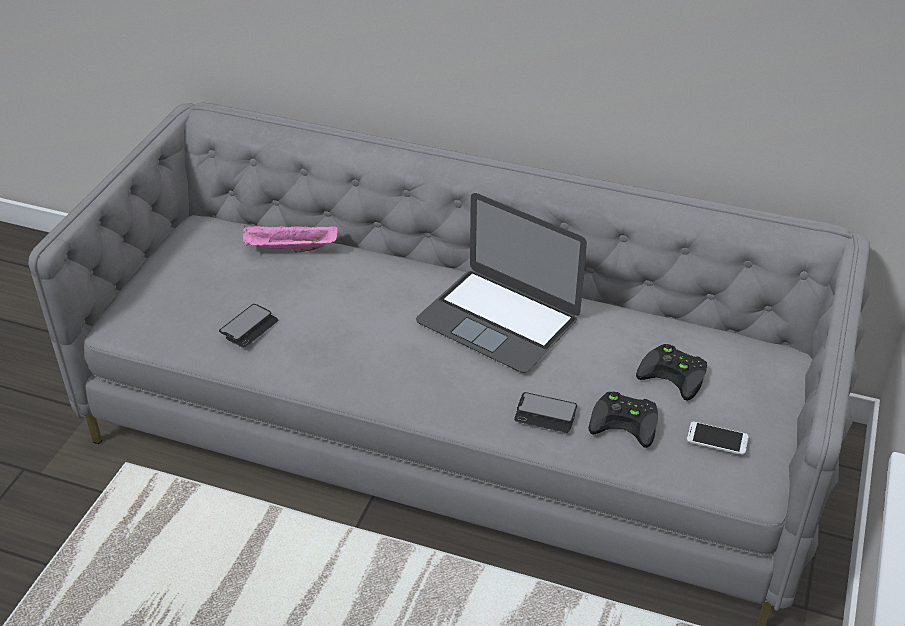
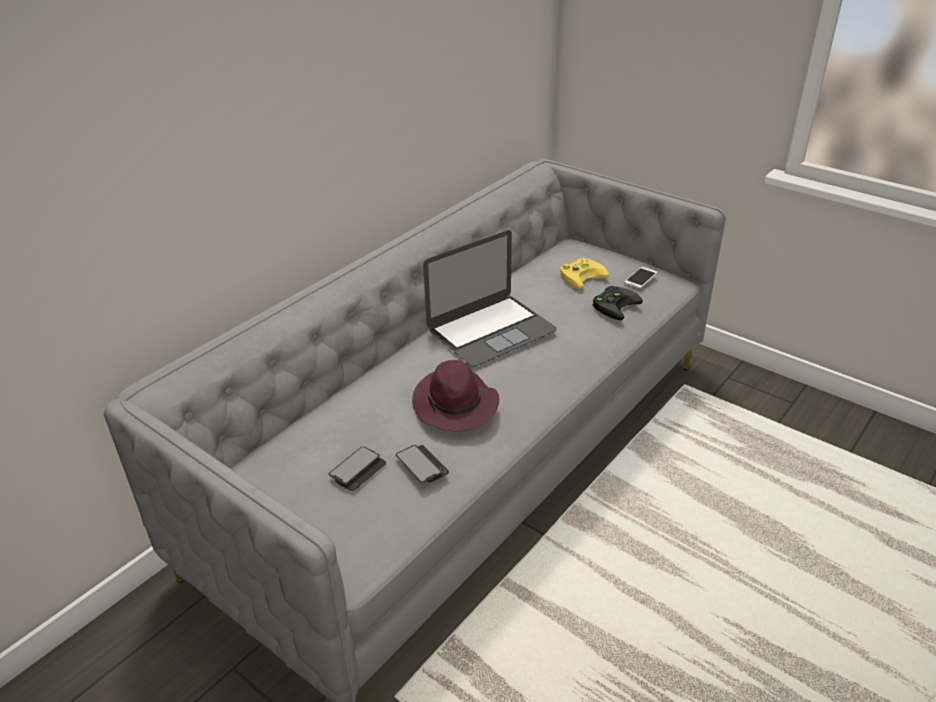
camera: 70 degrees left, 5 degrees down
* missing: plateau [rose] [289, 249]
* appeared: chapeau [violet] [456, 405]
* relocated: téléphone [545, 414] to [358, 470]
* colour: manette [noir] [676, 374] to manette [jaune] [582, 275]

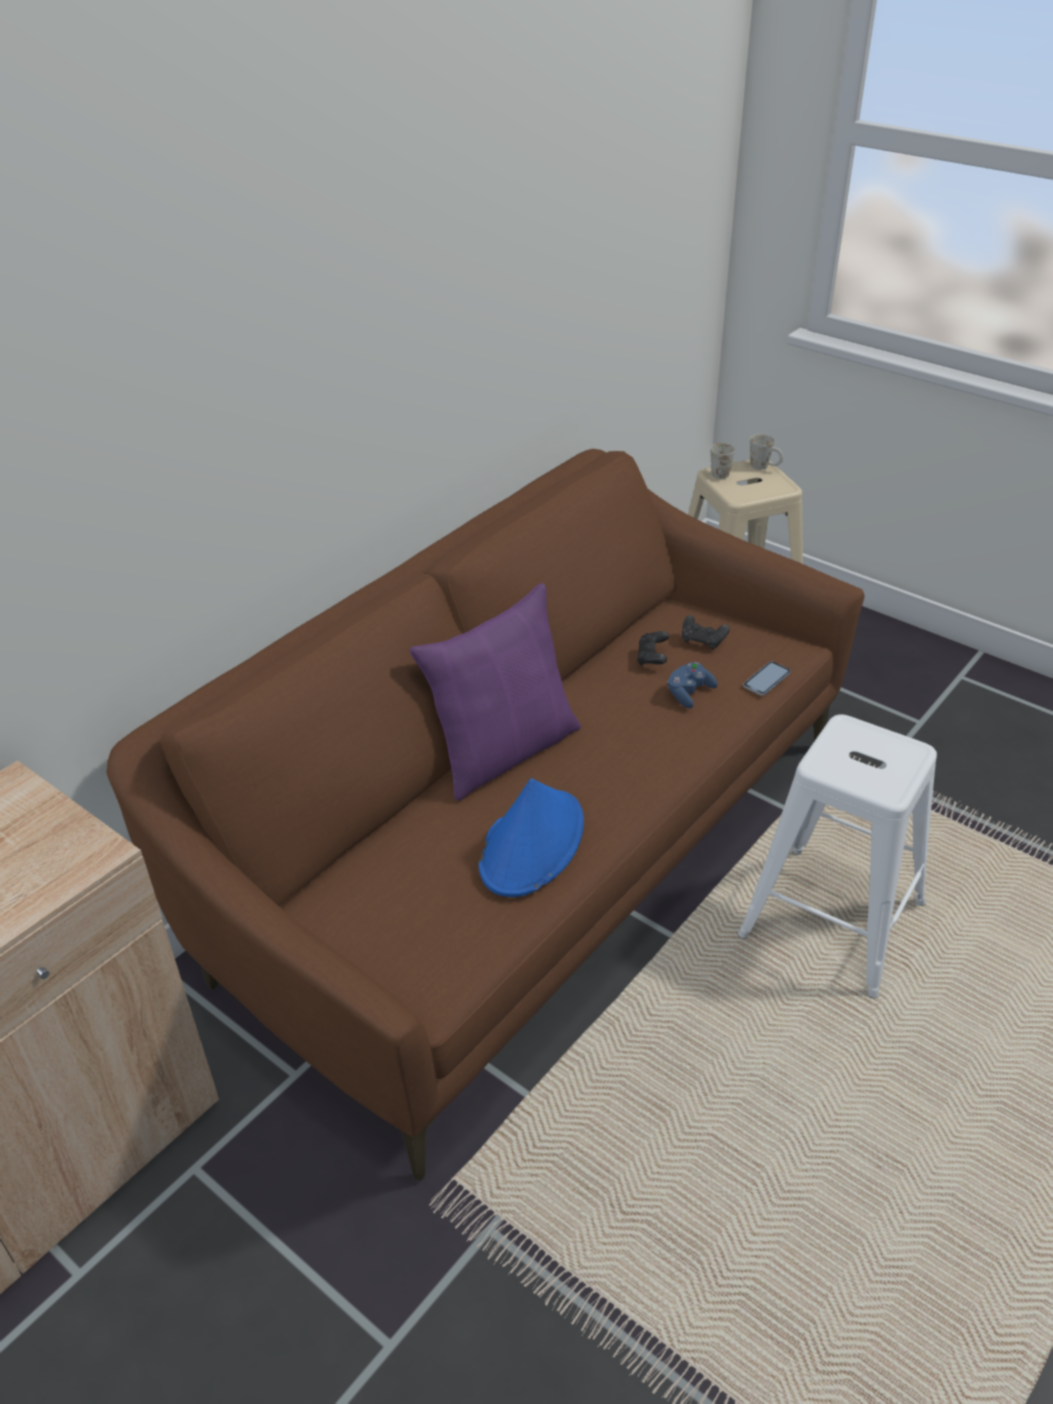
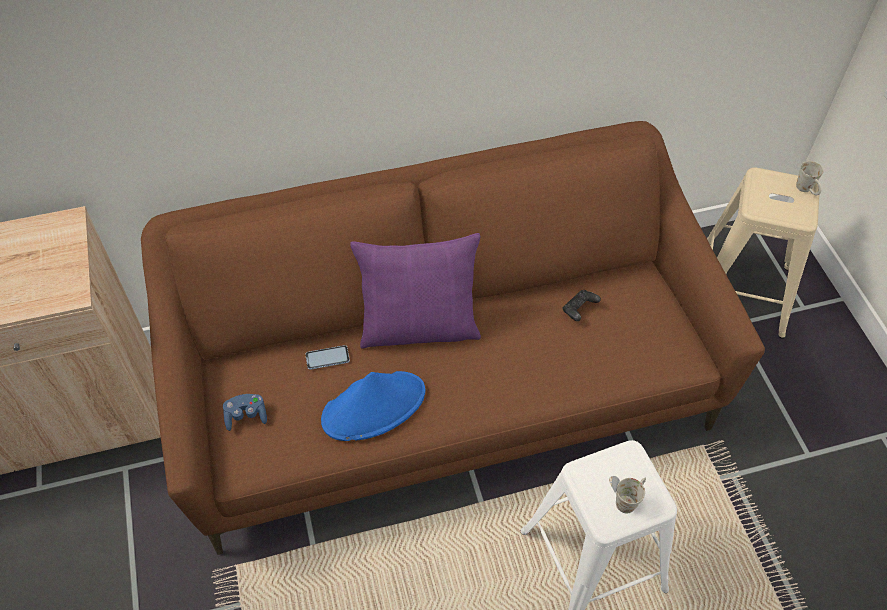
camera: 35 degrees right, 15 degrees up
* missing: manette [noir] [703, 640]
* relocated: manette [bleu] [689, 693] to [246, 416]
* relocated: mug [blanc] [720, 471] to [629, 499]
* relocated: téléphone [766, 679] to [327, 358]

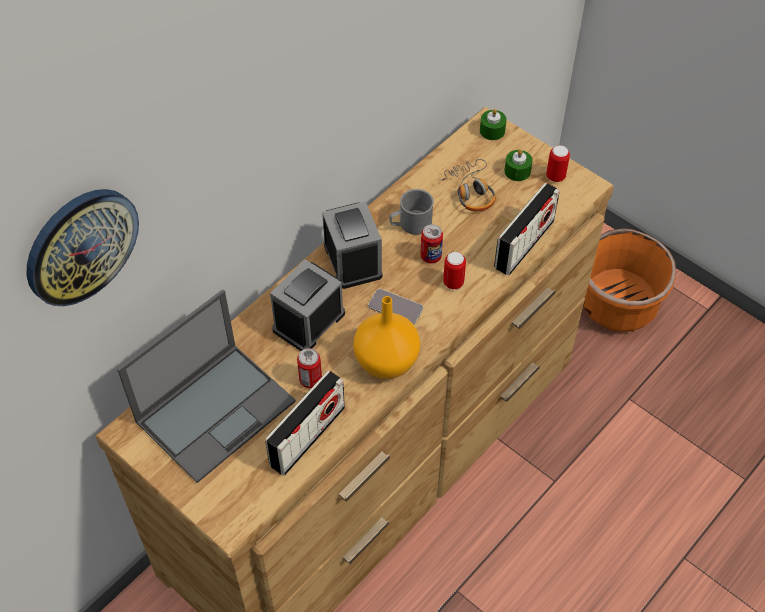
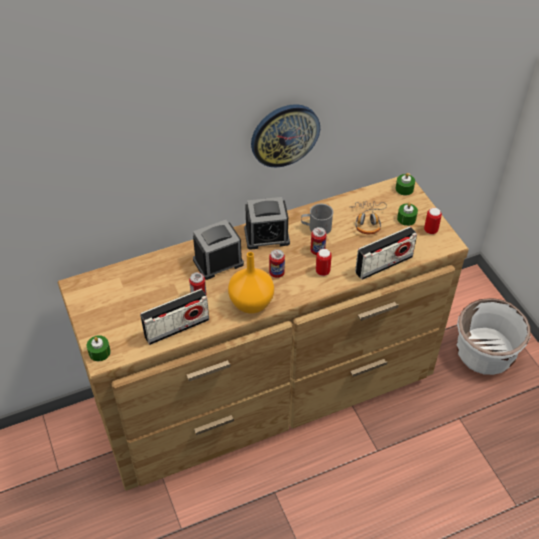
camera: 25 degrees right, 5 degrees down
* missing: ordinateur portable [216, 410]
* appeared: bougie [vert] [99, 352]
* relocated: horloge murale [81, 246] to [284, 135]
* exchanged: téléphone [395, 307] to boîte métallique [276, 273]
* colour: cache-pot [orange] [618, 304] to cache-pot [blanc] [485, 353]
* spun: réveil [352, 260] = [266, 236] 75 degrees clockwise

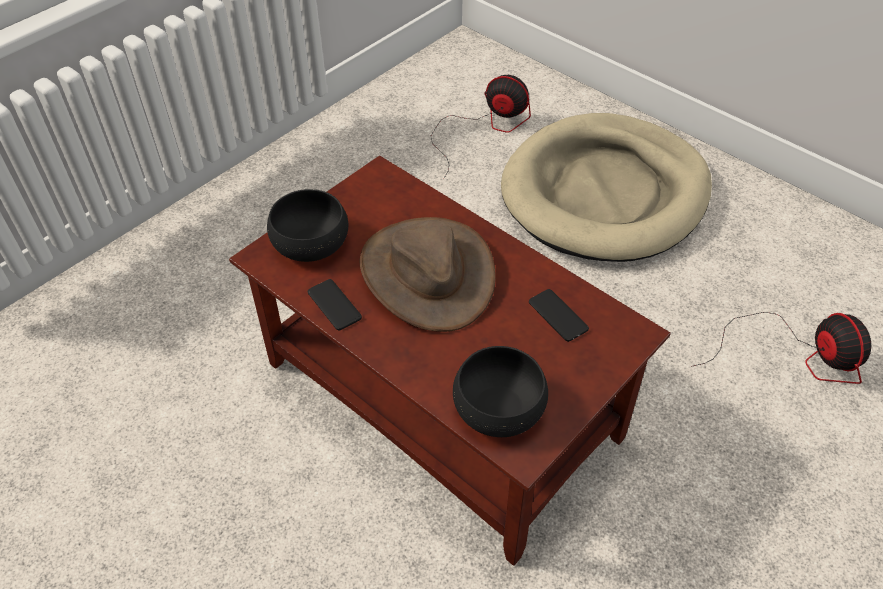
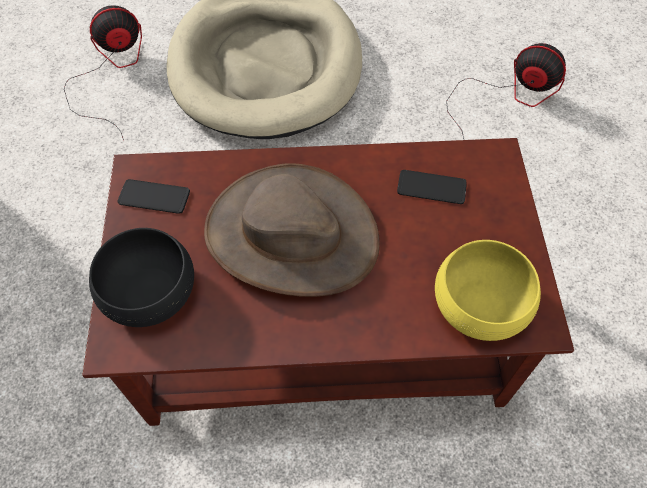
camera: 45 degrees left, 10 degrees up
* relocated: téléphone [334, 305] to [154, 197]
* colour: bol [noir] [498, 407] to bol [jaune] [479, 303]

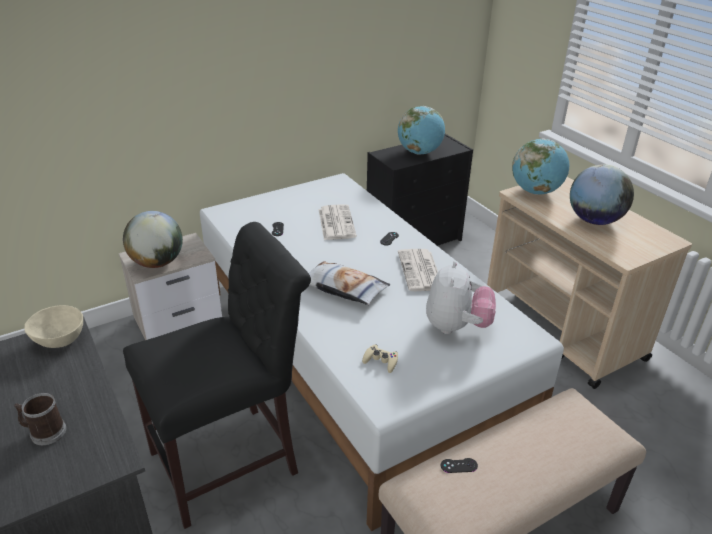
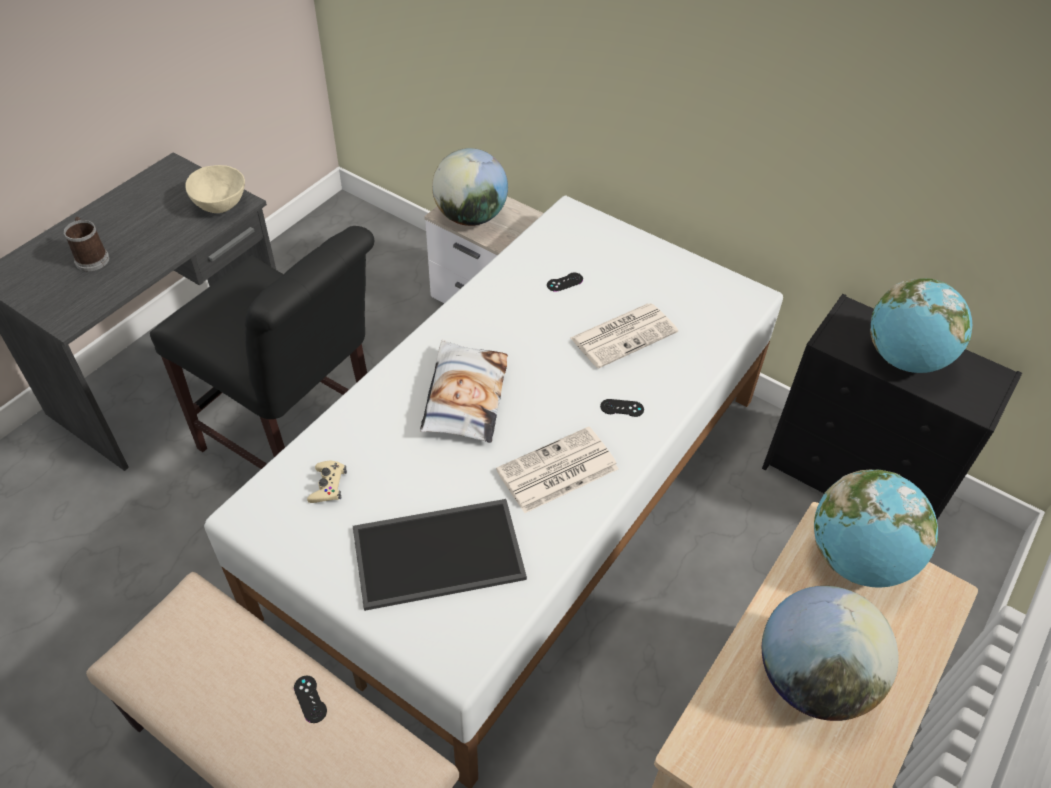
camera: 65 degrees right, 15 degrees up
* relocated: manette [noir] [459, 465] to [310, 699]
* exchanged: peluche [456, 327] to plateau [439, 551]

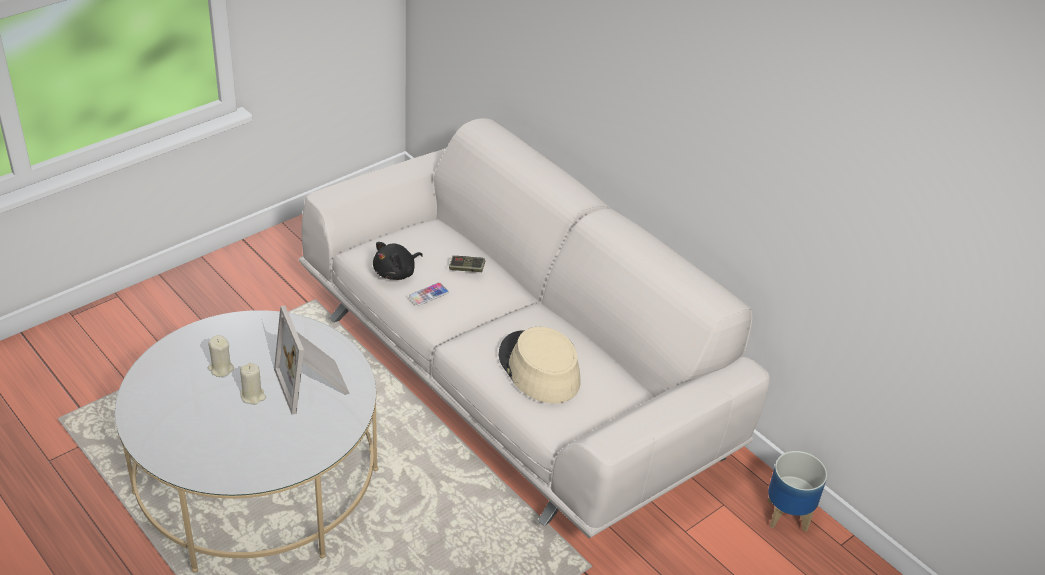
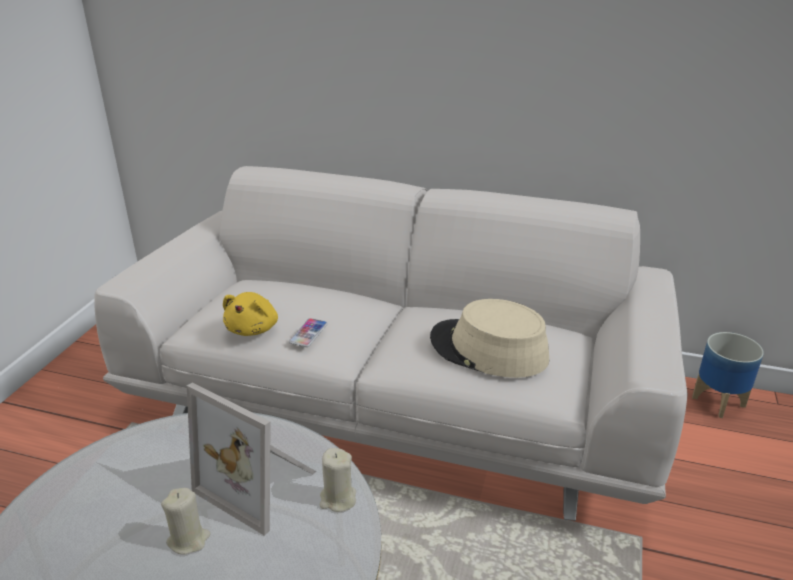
camera: 30 degrees left, 10 degrees down
* missing: manette [467, 269]
* relocated: bougie [beige] [221, 368] to [338, 499]
* colour: peluche [noir] [396, 272] to peluche [jaune] [253, 328]

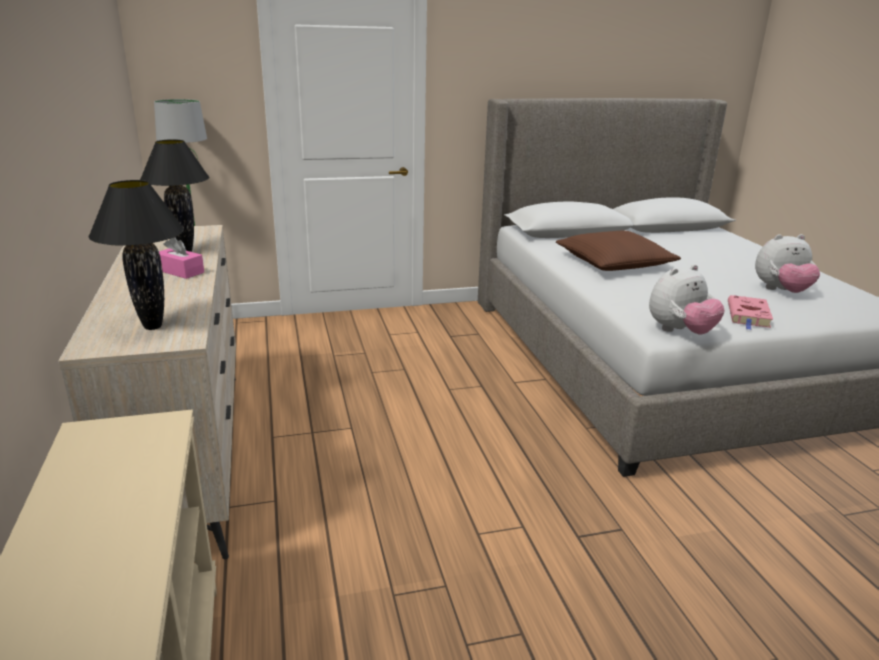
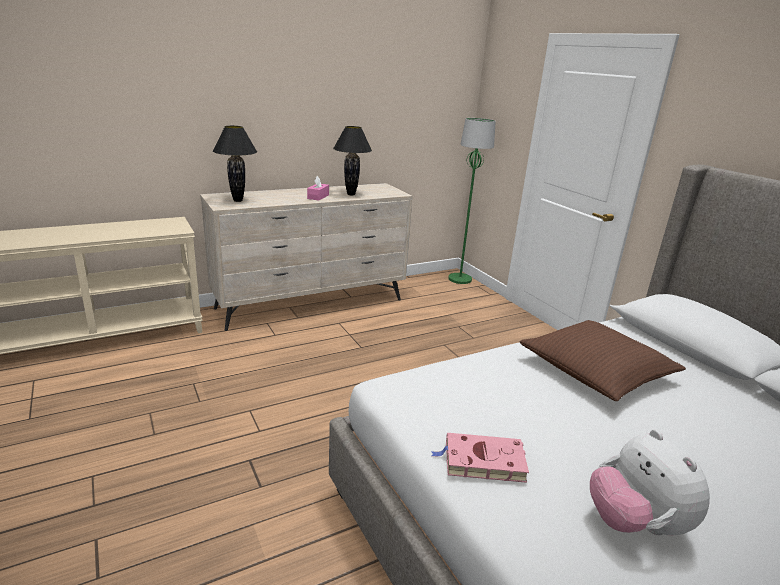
camera: 75 degrees right, 0 degrees up
* missing: peluche [680, 332]

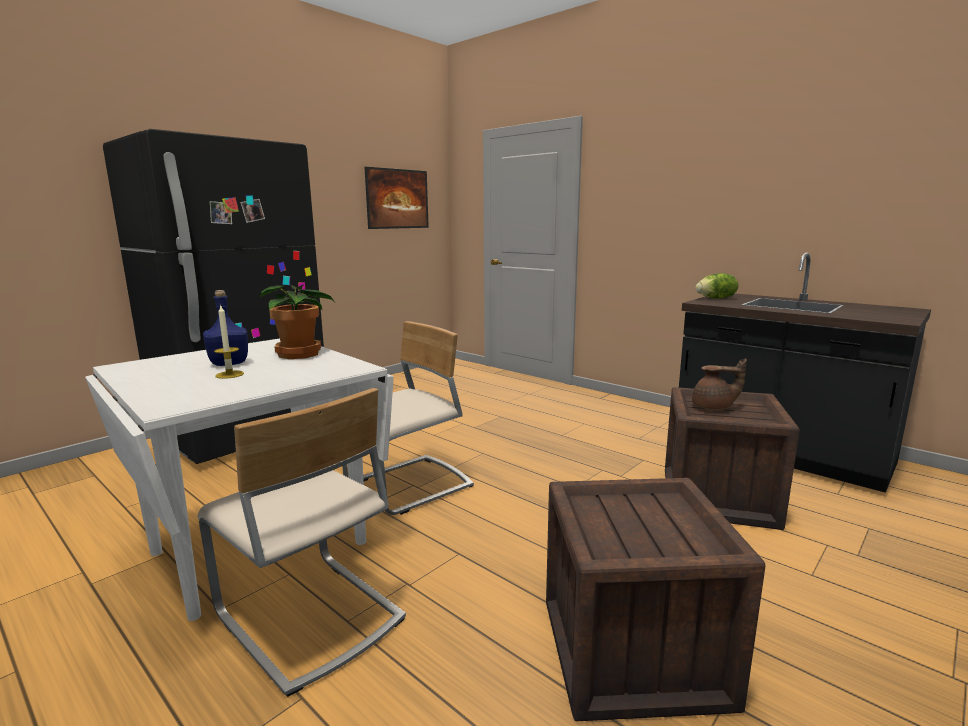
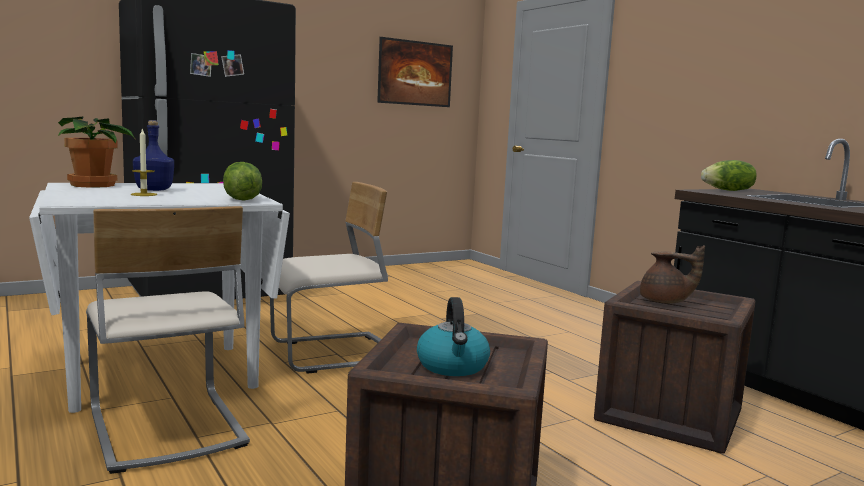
camera: 15 degrees right, 5 degrees down
* appeared: laitue [241, 199]
* appeared: bouilloire [453, 366]
* relocated: plante en pot [301, 354] to [94, 185]

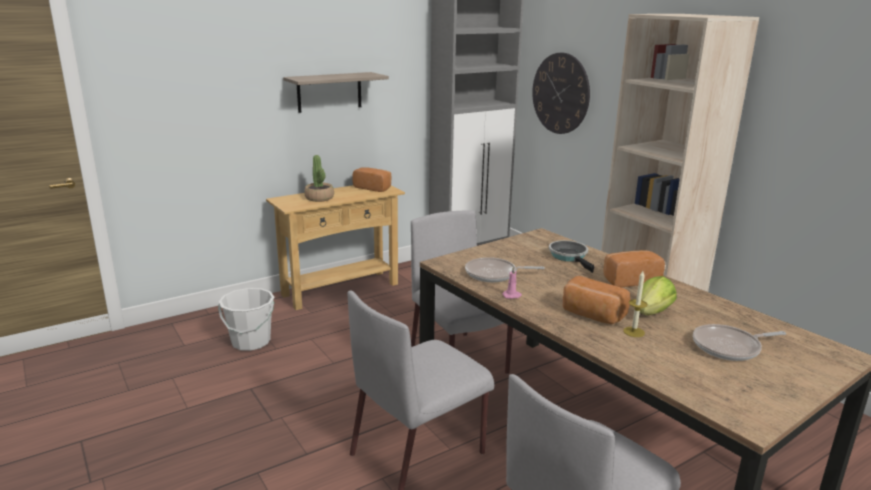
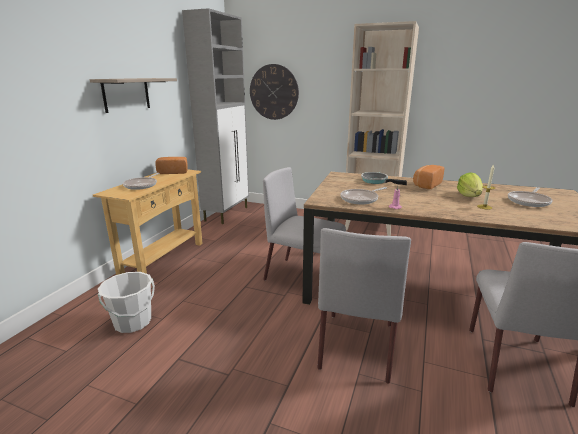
camera: 35 degrees left, 0 degrees up
* missing: pain [591, 315]
* exchanged: plante en pot [319, 198] to poêle [142, 185]

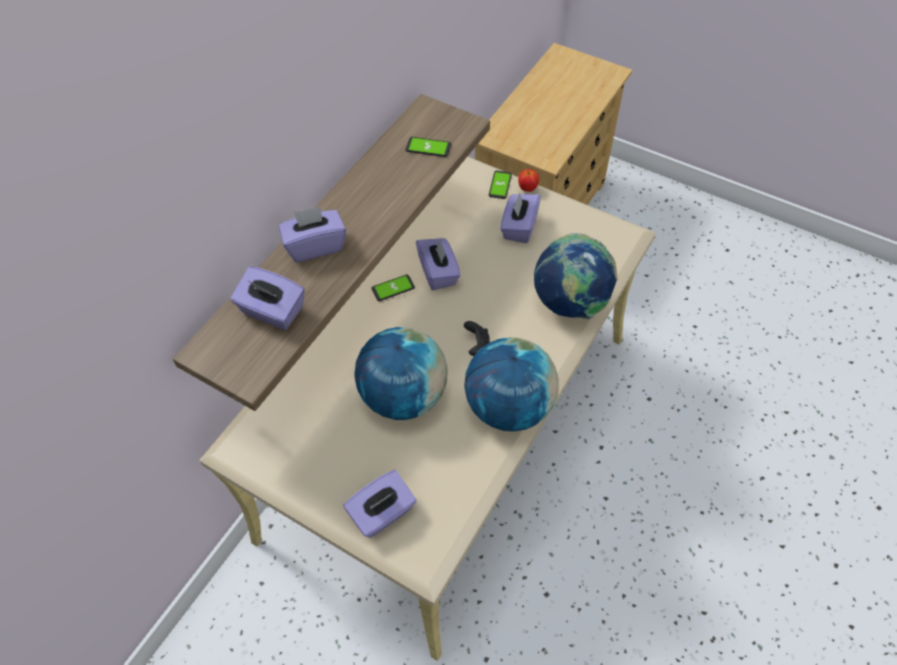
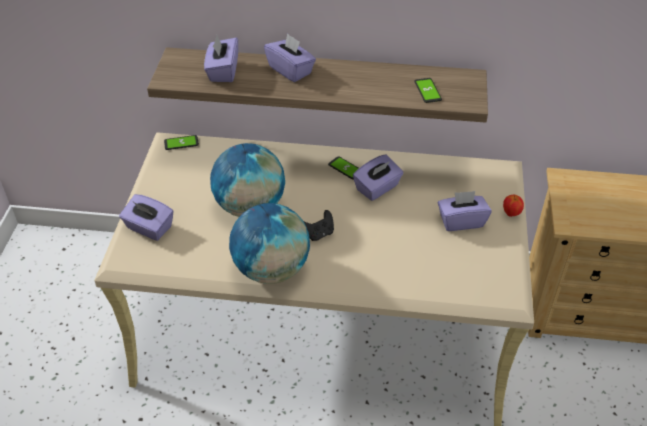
camera: 65 degrees right, 10 degrees down
* missing: globe [570, 303]
* relocated: téléphone [500, 185] to [181, 143]

